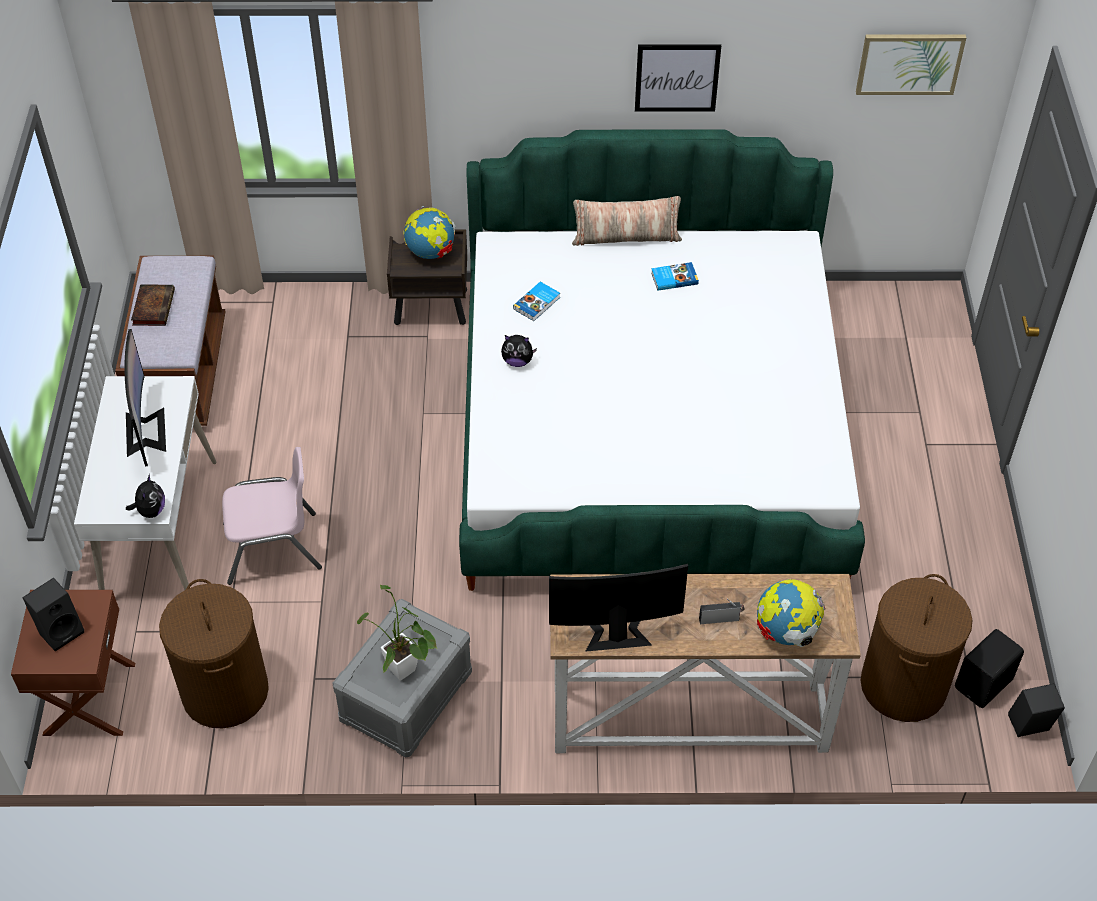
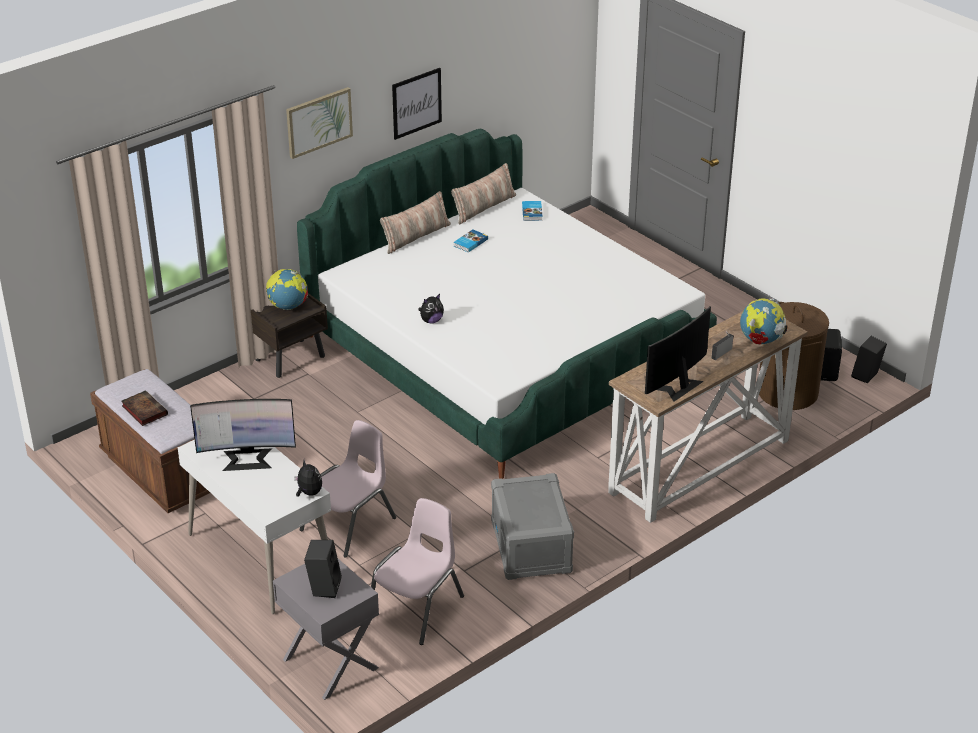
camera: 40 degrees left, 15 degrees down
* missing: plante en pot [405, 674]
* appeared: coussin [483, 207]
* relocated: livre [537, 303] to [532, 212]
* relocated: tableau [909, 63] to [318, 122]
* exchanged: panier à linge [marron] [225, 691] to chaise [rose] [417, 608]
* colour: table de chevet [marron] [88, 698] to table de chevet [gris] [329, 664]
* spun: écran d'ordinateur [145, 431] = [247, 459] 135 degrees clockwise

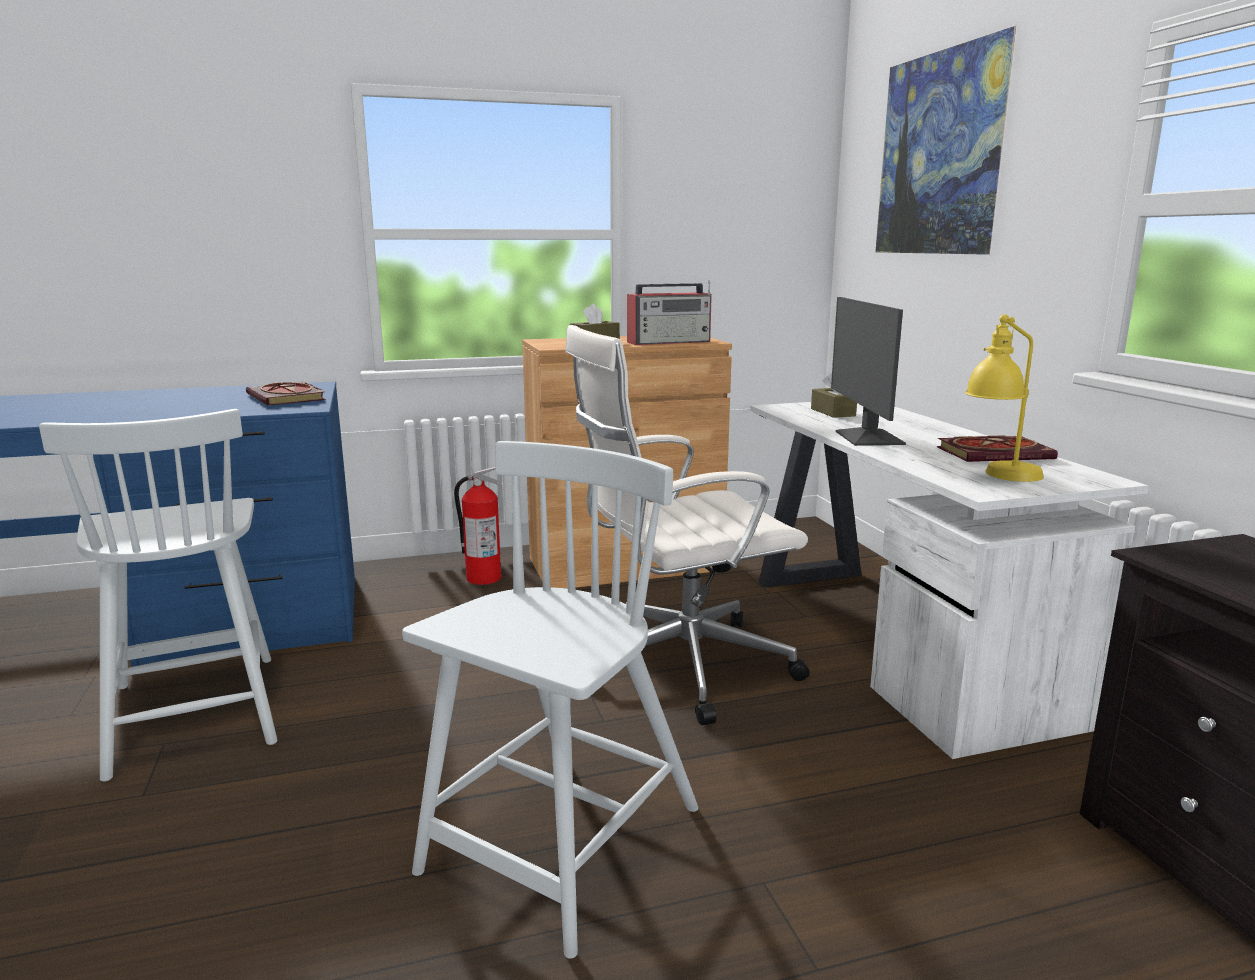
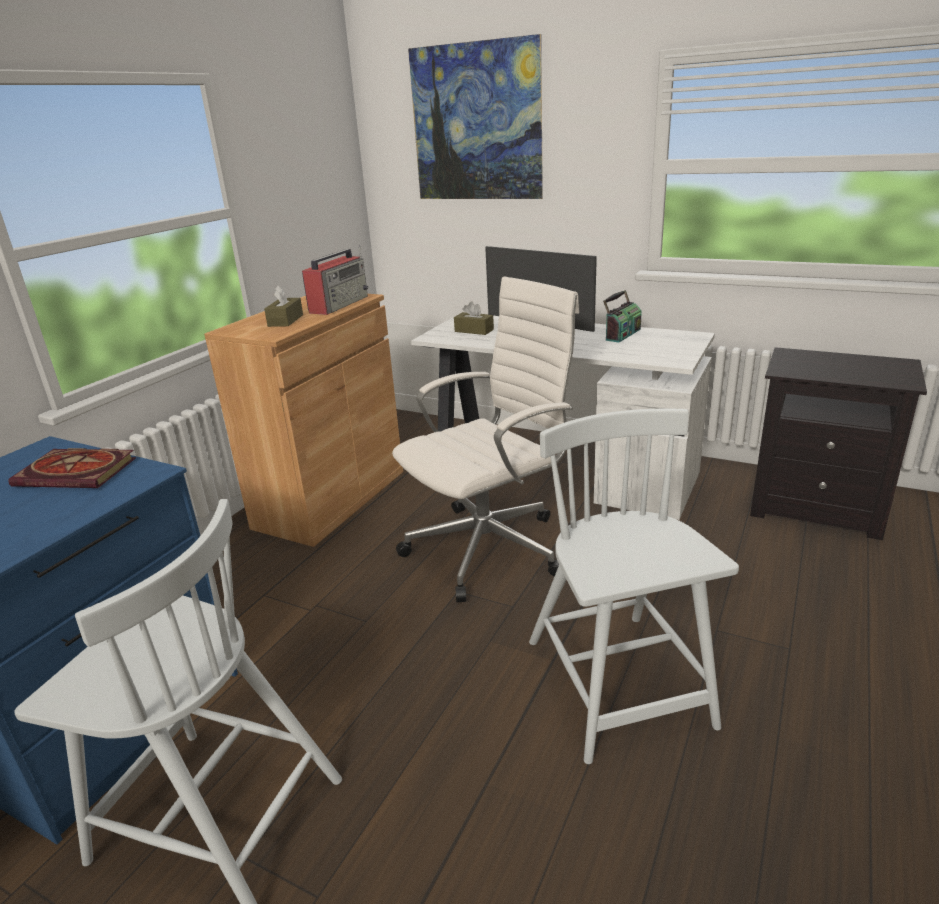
camera: 45 degrees left, 10 degrees up
* missing: extincteur [483, 578]
* missing: lampe de table [jaune] [999, 478]
* exchanged: livre [995, 453] to radio [621, 334]
* spun: chaise de bureau [blanc] [680, 666] = [490, 547] 150 degrees counterclockwise

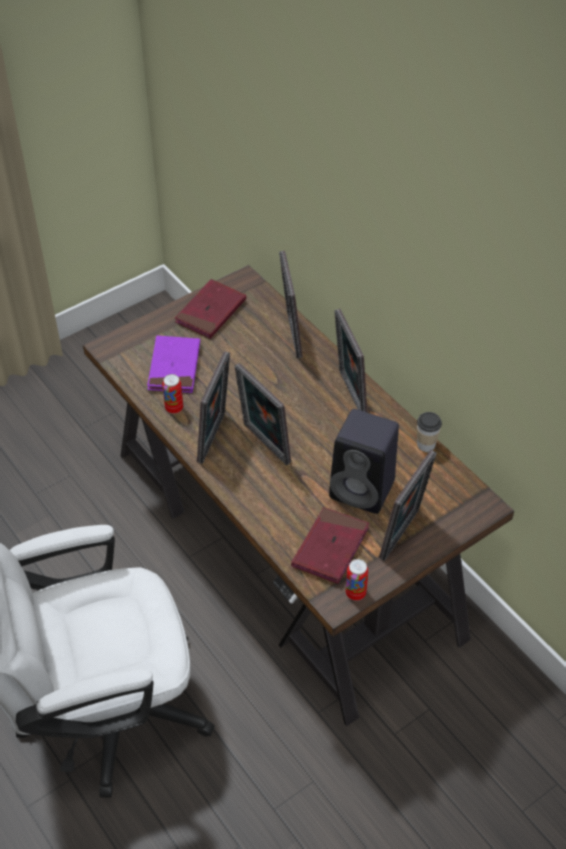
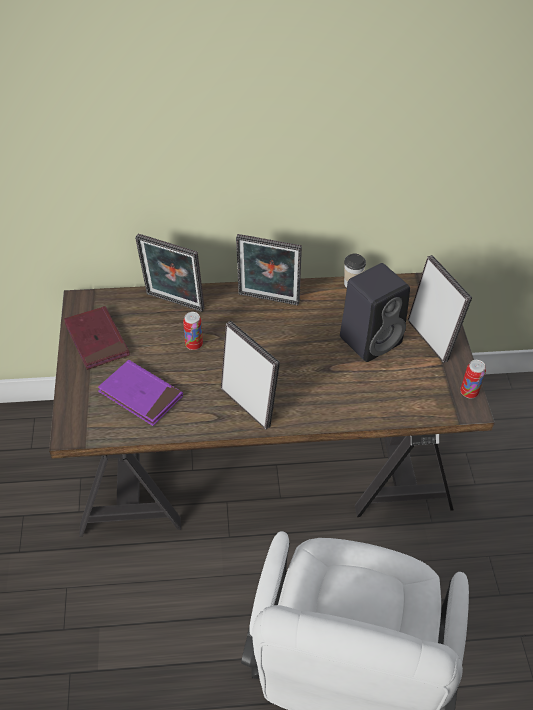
camera: 60 degrees left, 0 degrees up
* missing: cadre photo [263, 445]
* missing: livre [rouge] [330, 547]
* relocated: boîte métallique [174, 408] to [194, 345]

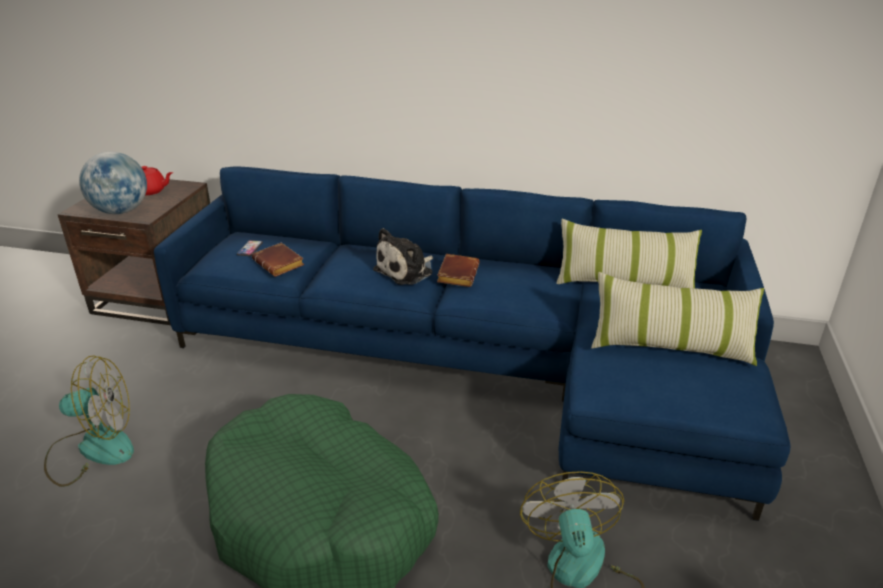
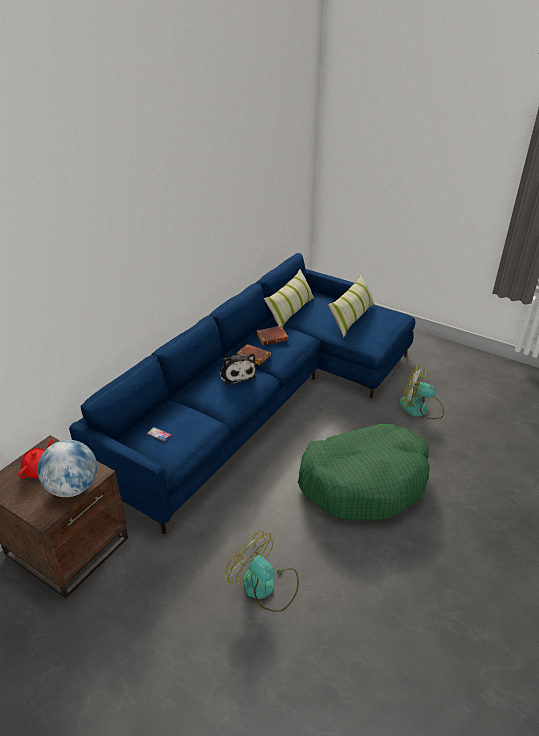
camera: 70 degrees left, 5 degrees up
* relocated: livre [marron] [280, 264] to [272, 337]
* spun: ventilateur [92, 449] = [265, 586] 60 degrees counterclockwise

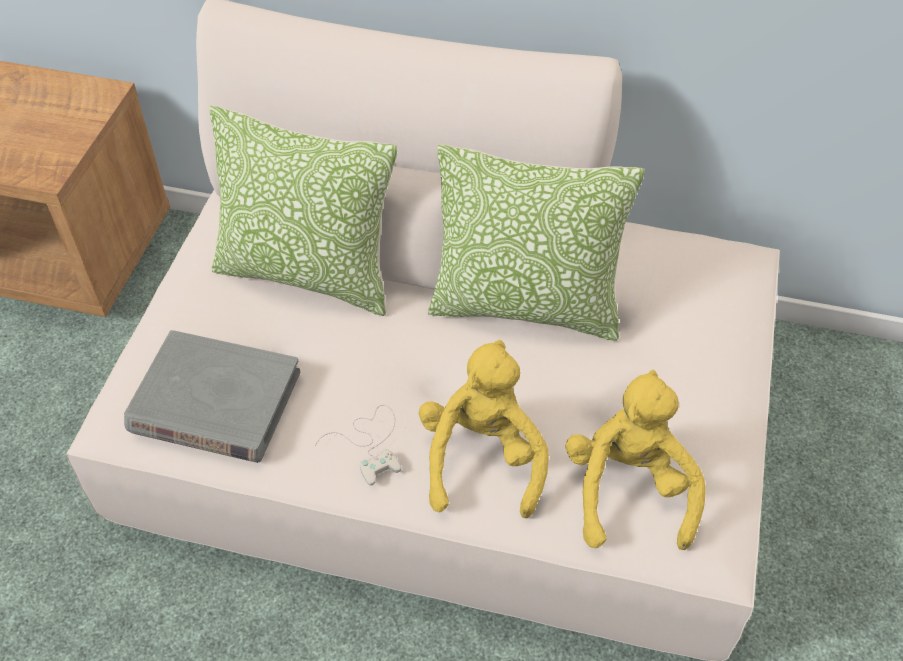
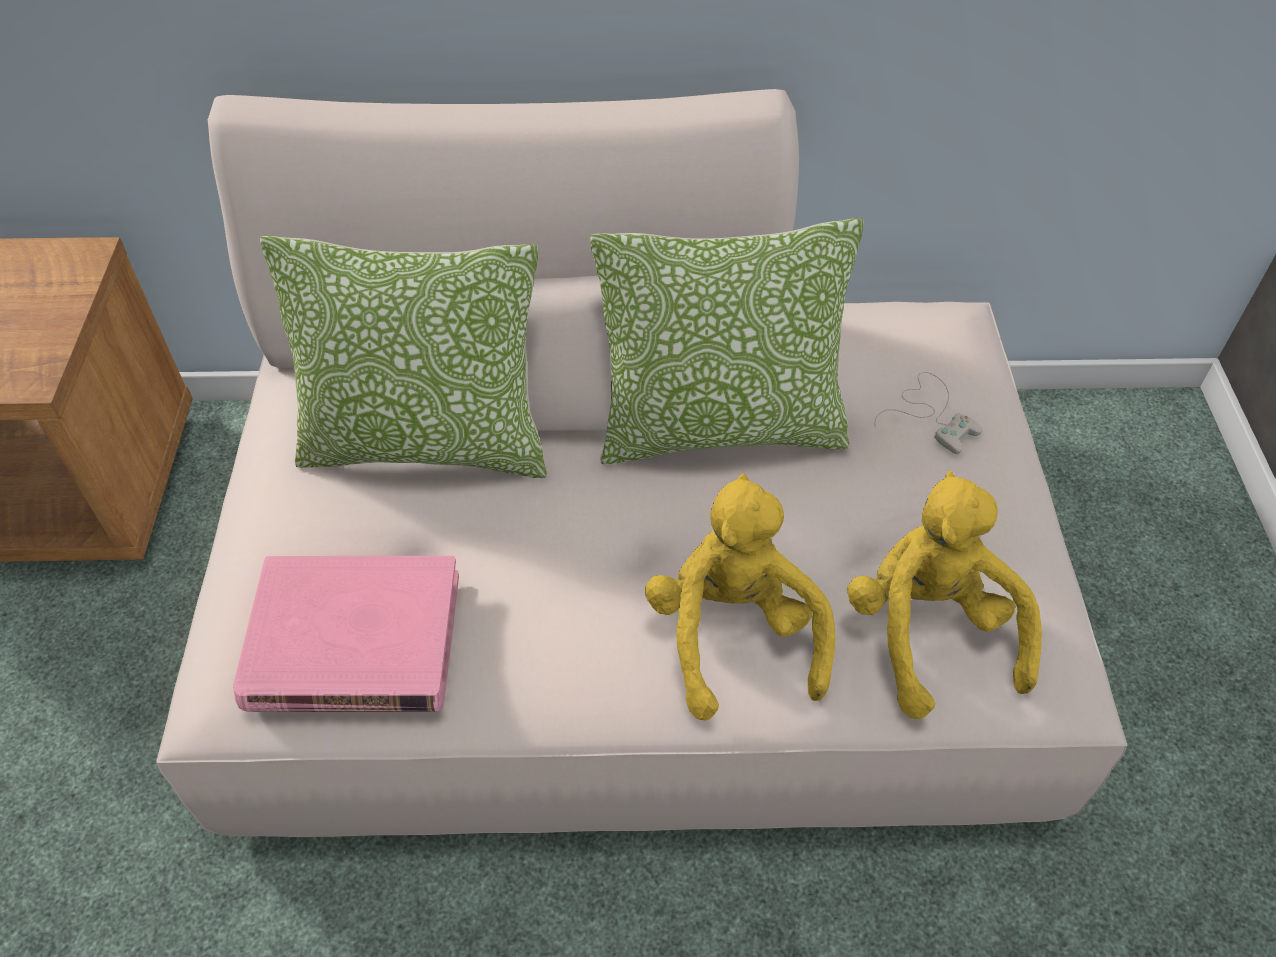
camera: 15 degrees left, 0 degrees up
* relocated: manette [blanc] [371, 443] to [930, 414]
* colour: livre [gris] [214, 402] to livre [rose] [353, 642]

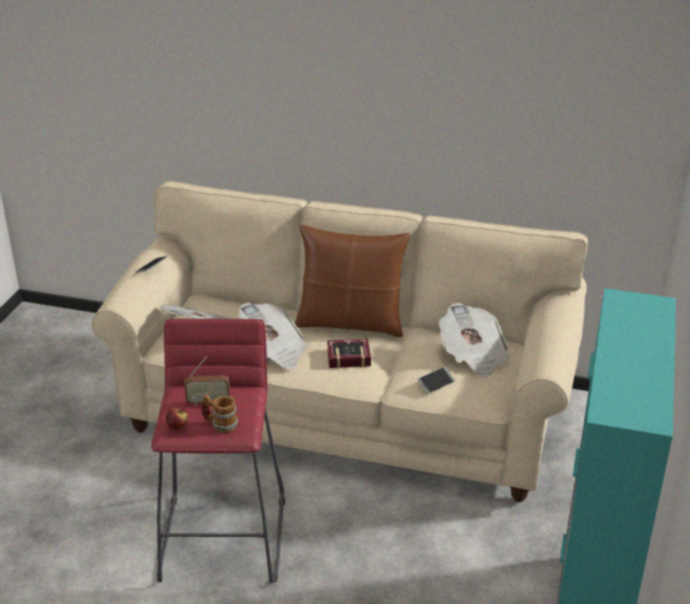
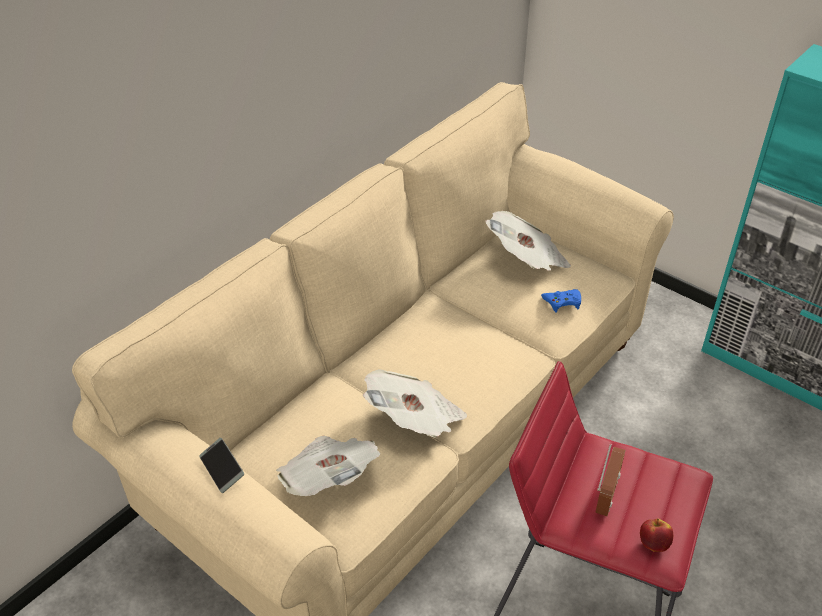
camera: 65 degrees left, 10 degrees up
* missing: mug [220, 424]
* missing: coussin [marron] [350, 323]
* missing: livre [346, 357]
* exchanged: téléphone [436, 383] to manette [bleu] [562, 302]

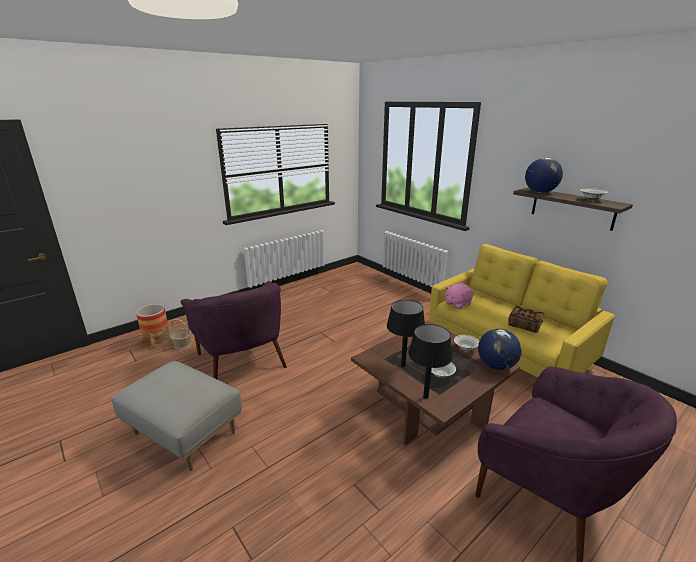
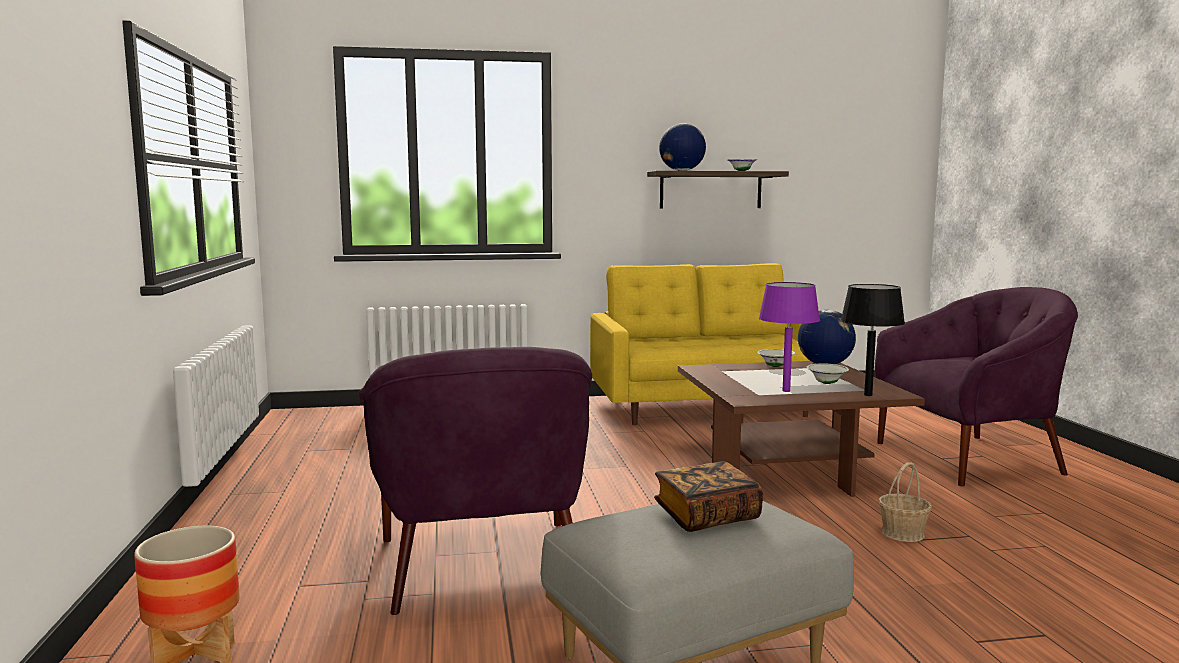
camera: 60 degrees left, 15 degrees down
* missing: peluche [rose] [457, 303]
* relocated: panier [182, 345] to [903, 533]
* relocated: livre [524, 325] to [706, 516]
* colour: lampe de table [noir] [403, 365] to lampe de table [violet] [786, 391]
* spun: fauteuil [violet] [242, 360] = [482, 565] 75 degrees clockwise

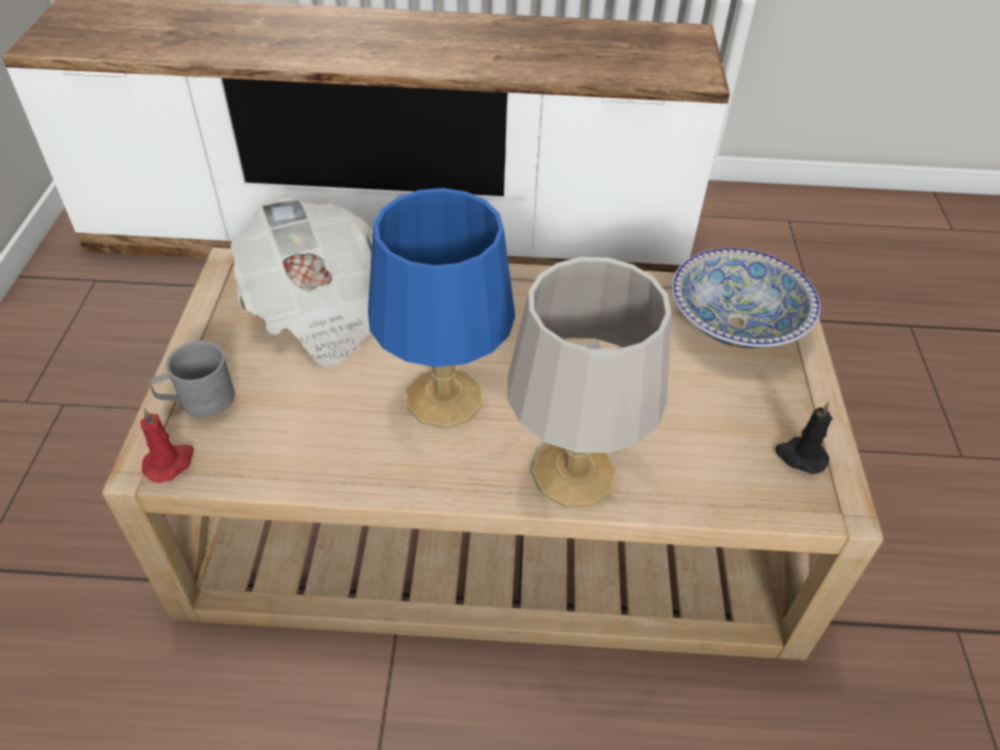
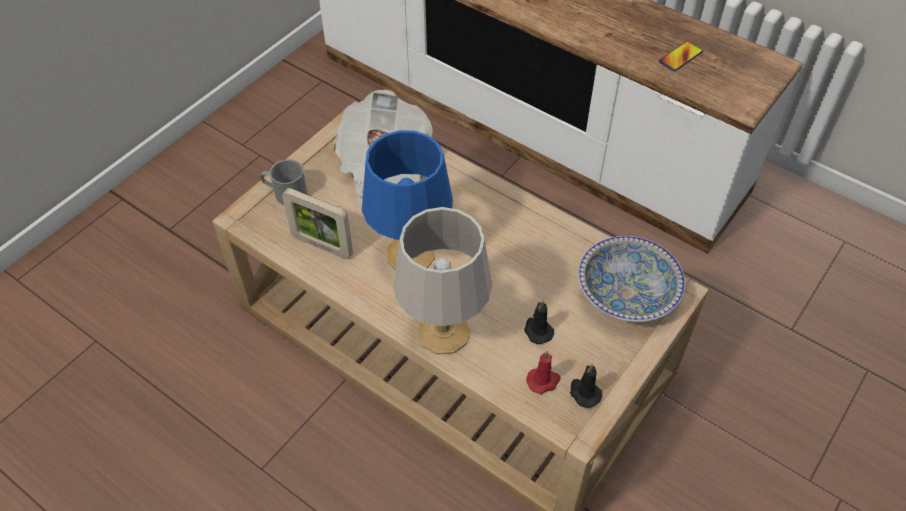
camera: 35 degrees right, 5 degrees up
* appeared: cadre photo [322, 246]
* appeared: bougie [noir] [537, 330]
* appeared: téléphone [680, 57]
* relocated: bougie [rouge] [170, 463] to [543, 381]

